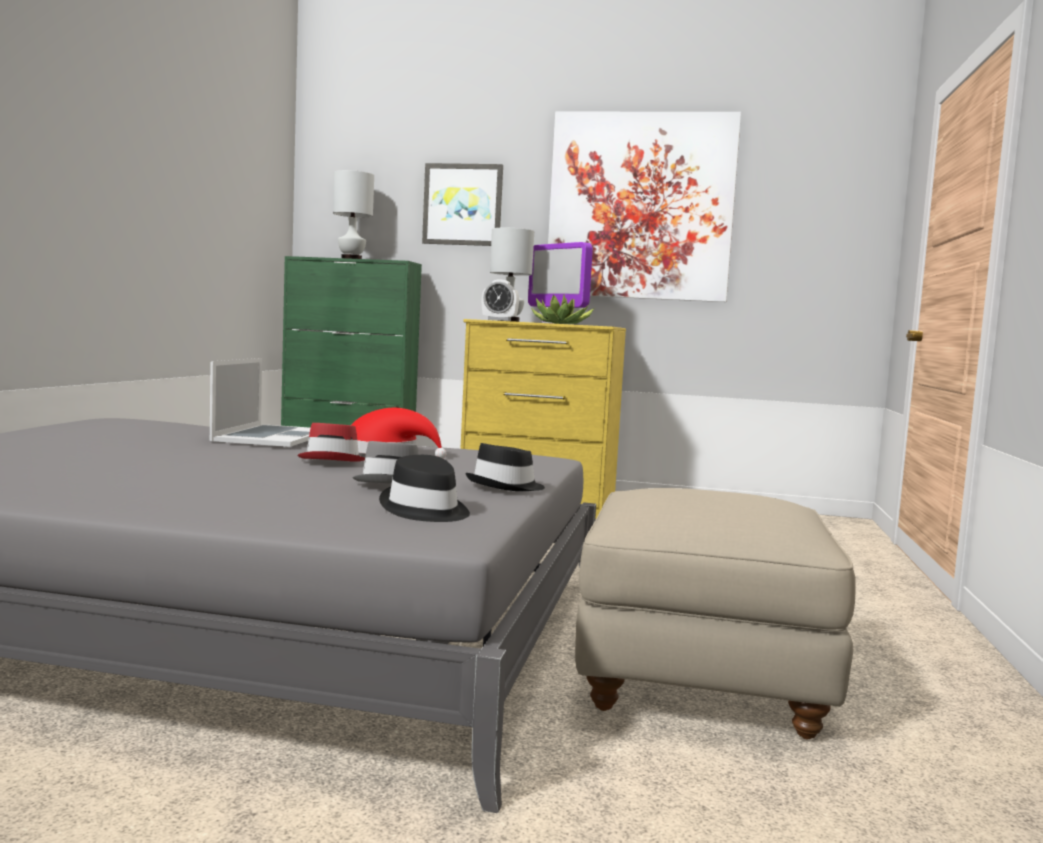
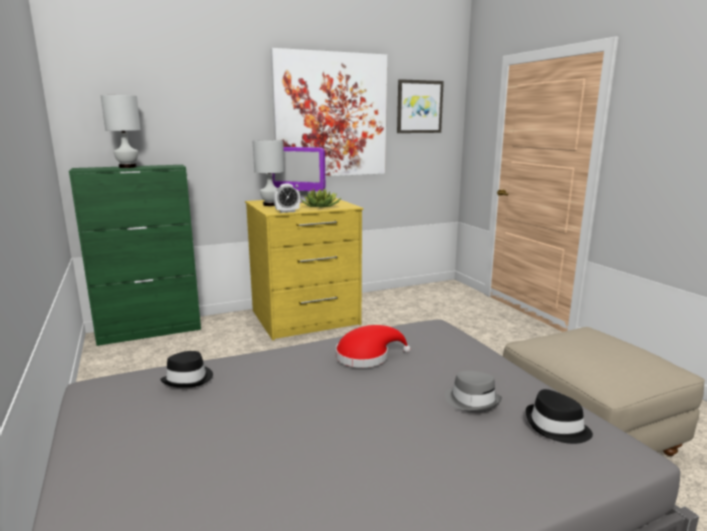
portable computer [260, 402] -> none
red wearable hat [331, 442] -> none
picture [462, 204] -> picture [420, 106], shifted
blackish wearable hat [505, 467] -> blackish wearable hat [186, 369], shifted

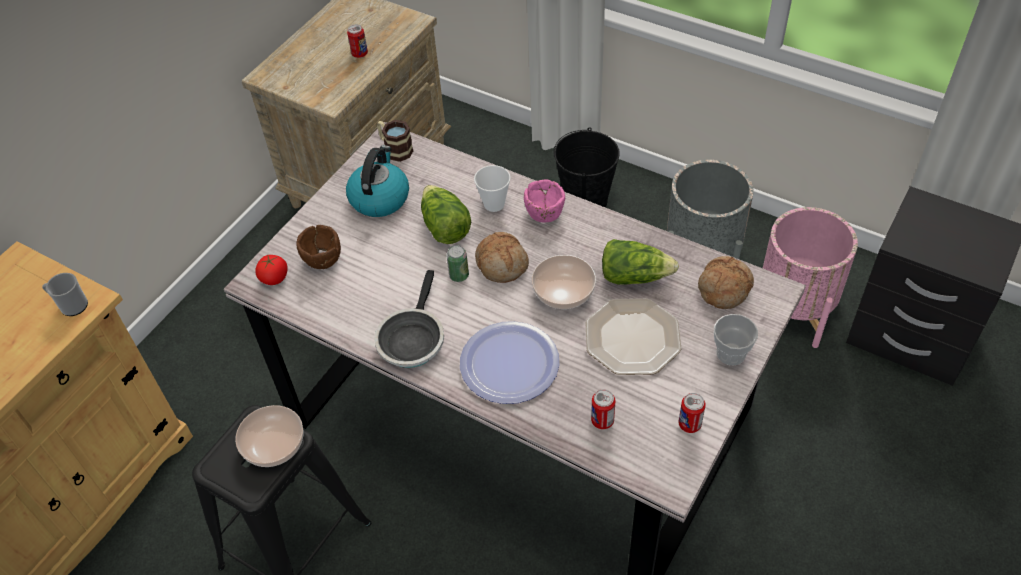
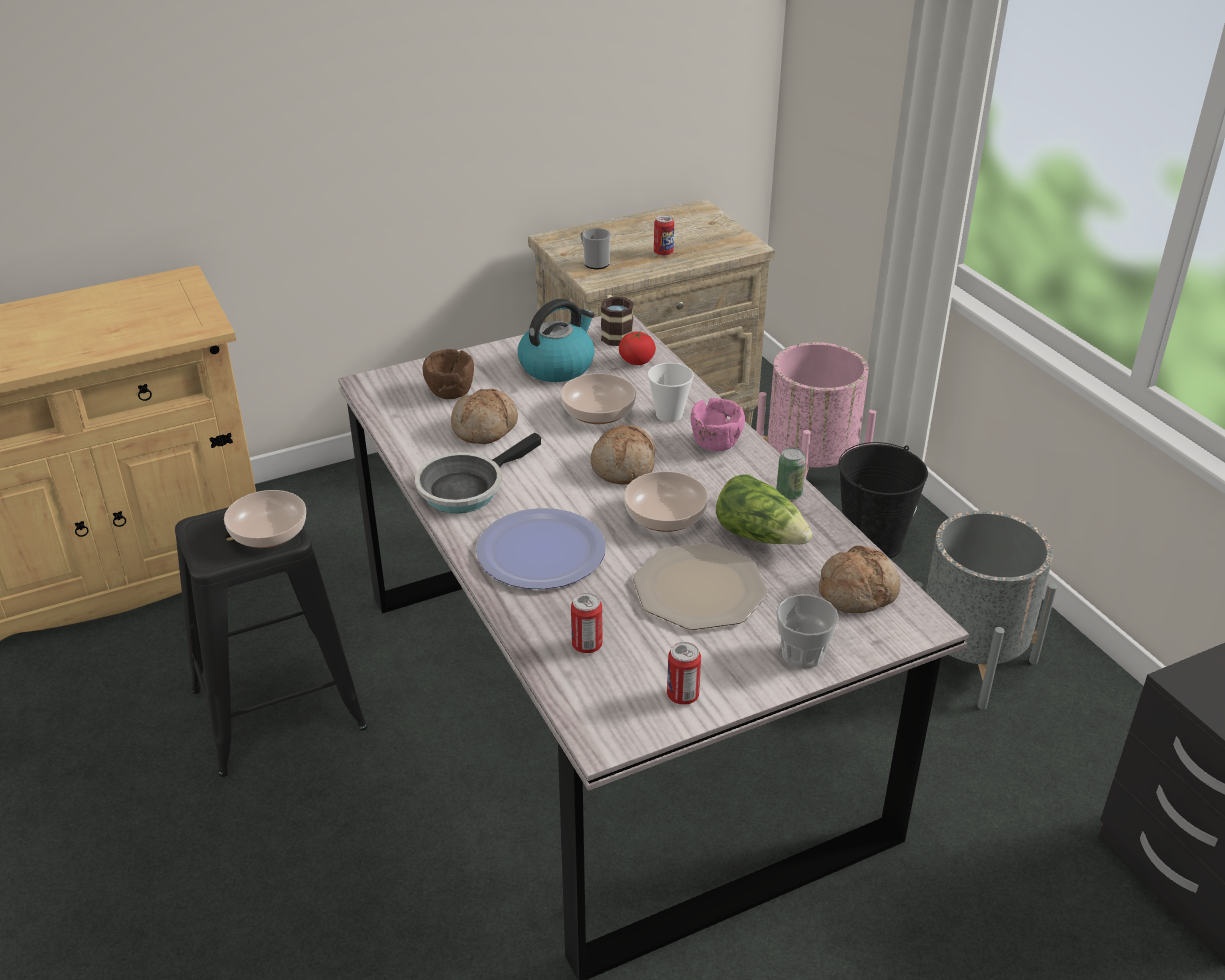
none -> baked bread [484, 417]
coffee mug [65, 294] -> coffee mug [595, 248], shifted
tomato [271, 270] -> tomato [637, 348], shifted
can [457, 263] -> can [791, 473], shifted
pink-coloured flower pot [810, 277] -> pink-coloured flower pot [816, 410], shifted
head of lettuce [446, 214] -> serving bowl [598, 398]

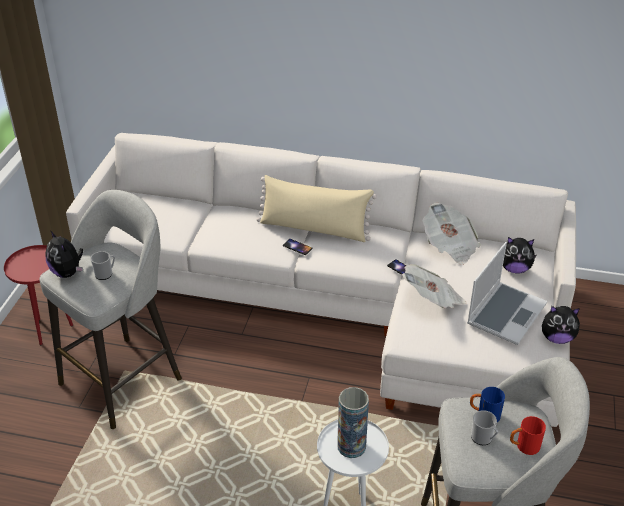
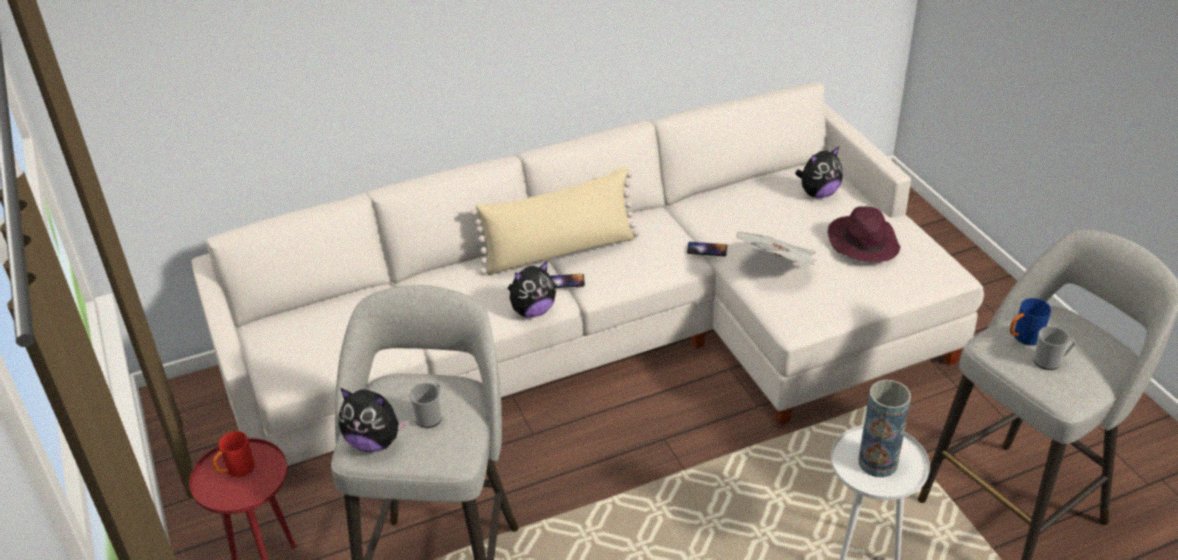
daily paper [452, 233] -> none
red coffee mug [528, 435] -> red coffee mug [233, 454], shifted
plush toy [561, 325] -> plush toy [532, 289], shifted
portable computer [507, 293] -> purple wearable hat [864, 235]

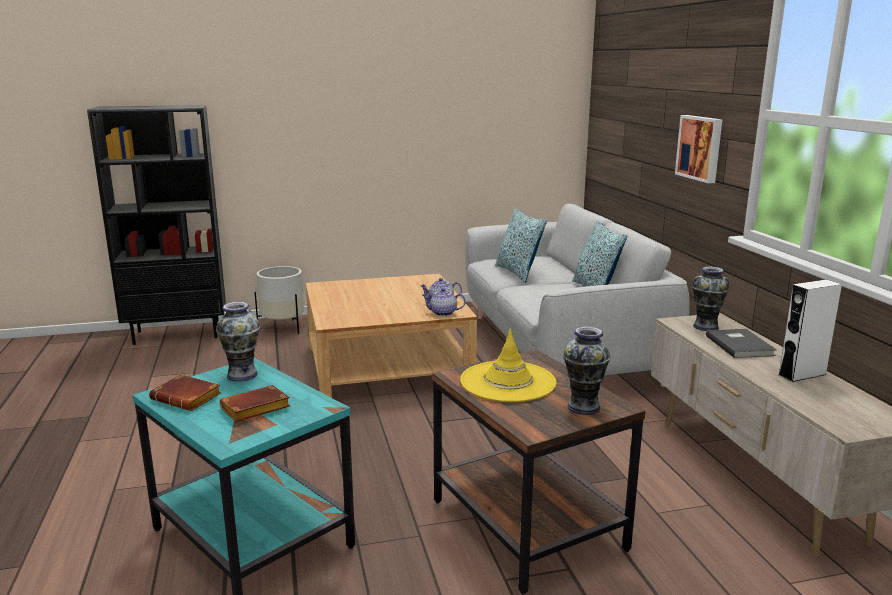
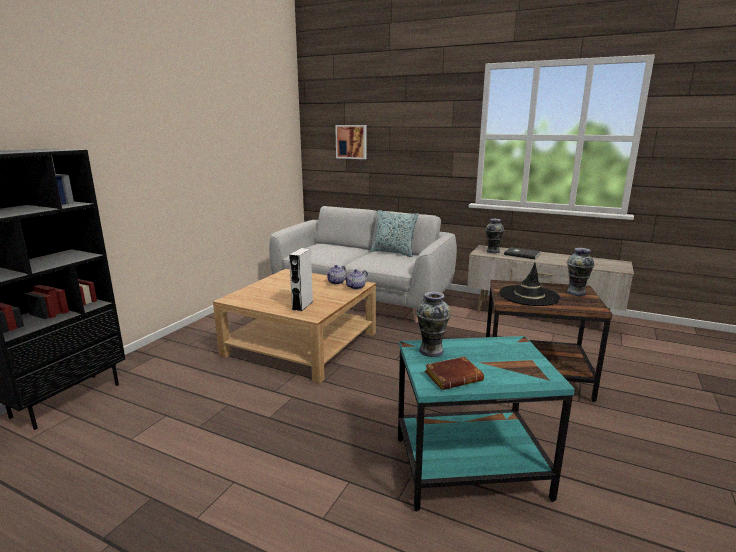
brownish book [255, 403] -> none
white-coloured flower pot [279, 300] -> none
pillow [521, 245] -> none
picture [698, 149] -> picture [351, 142], shifted
white-coloured loudspeaker [810, 330] -> white-coloured loudspeaker [301, 279], shifted
yellow wearable hat [508, 365] -> blackish wearable hat [529, 284]

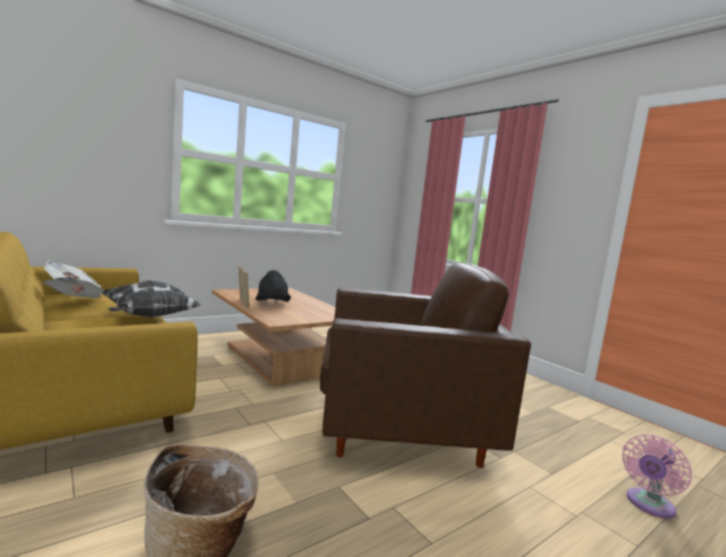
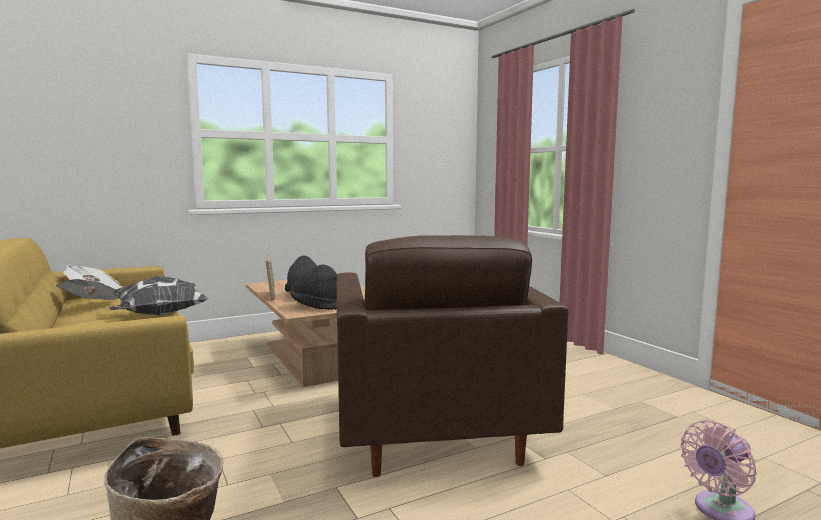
none -> blackish wearable hat [313, 287]
brownish lounge chair [425, 365] -> brownish lounge chair [452, 356], 75 degrees clockwise

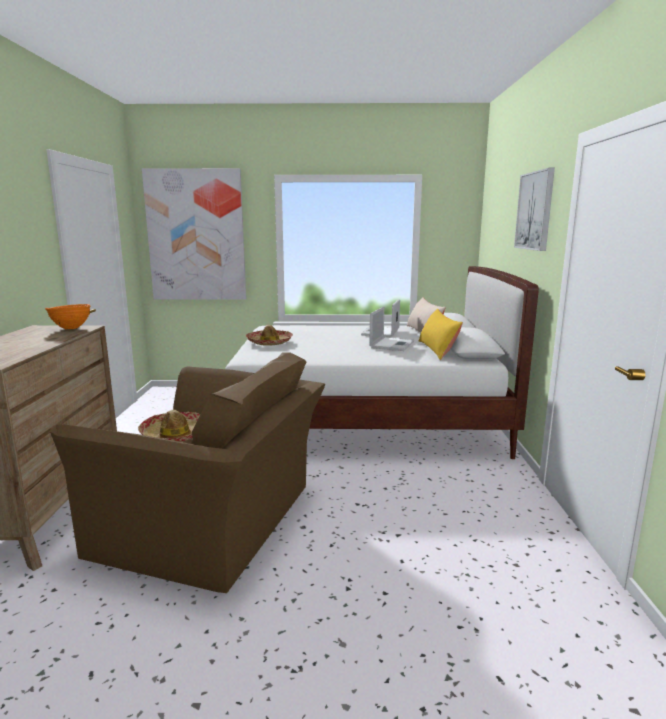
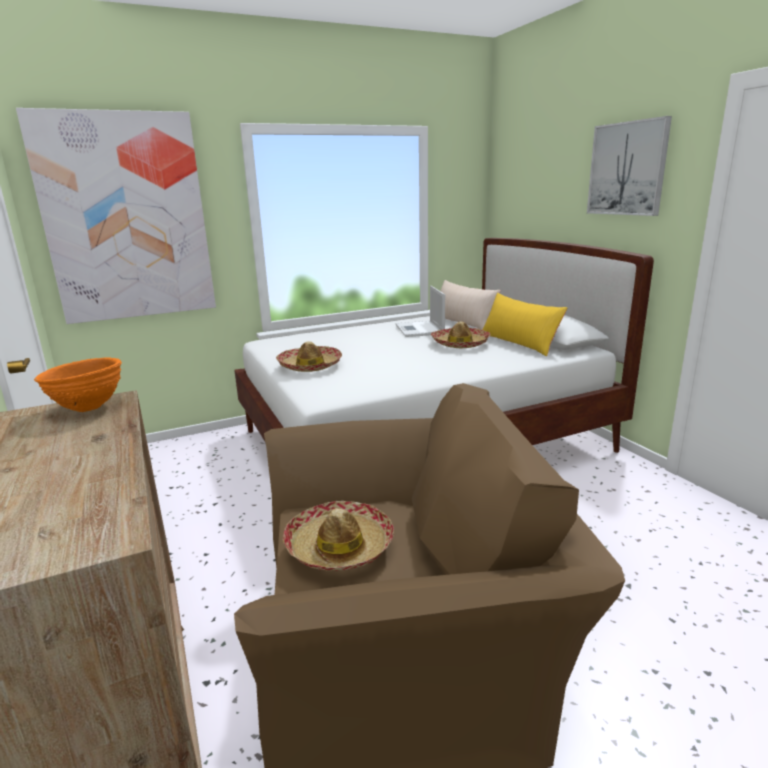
portable computer [391, 329] -> wearable hat [461, 335]

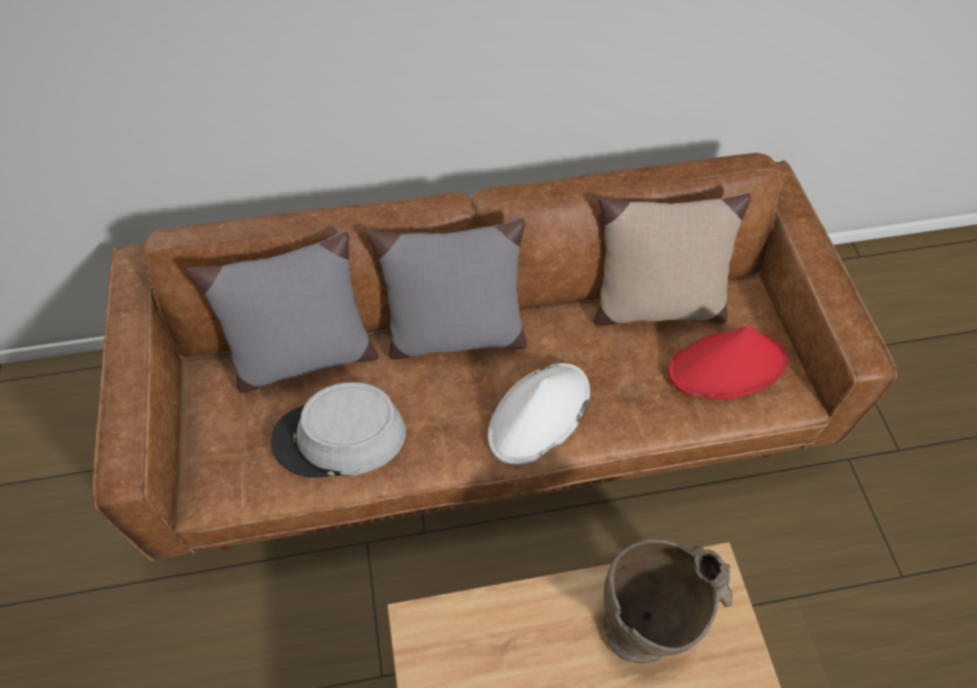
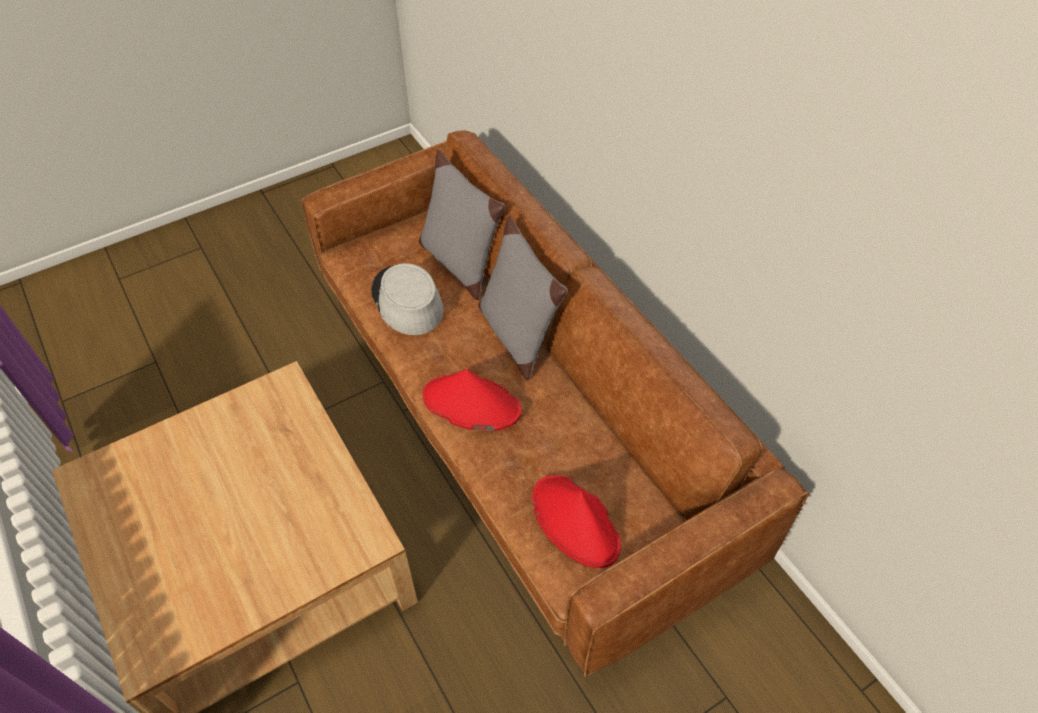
sand-coloured pillow [672, 259] -> none
sand-coloured decorative vase [668, 601] -> none
white-coloured wearable hat [539, 414] -> red wearable hat [472, 400]

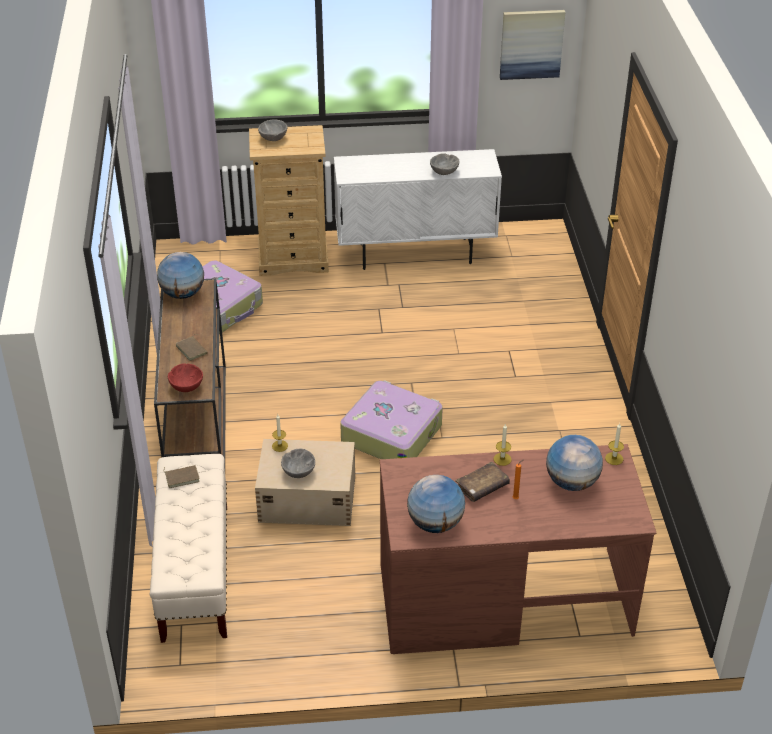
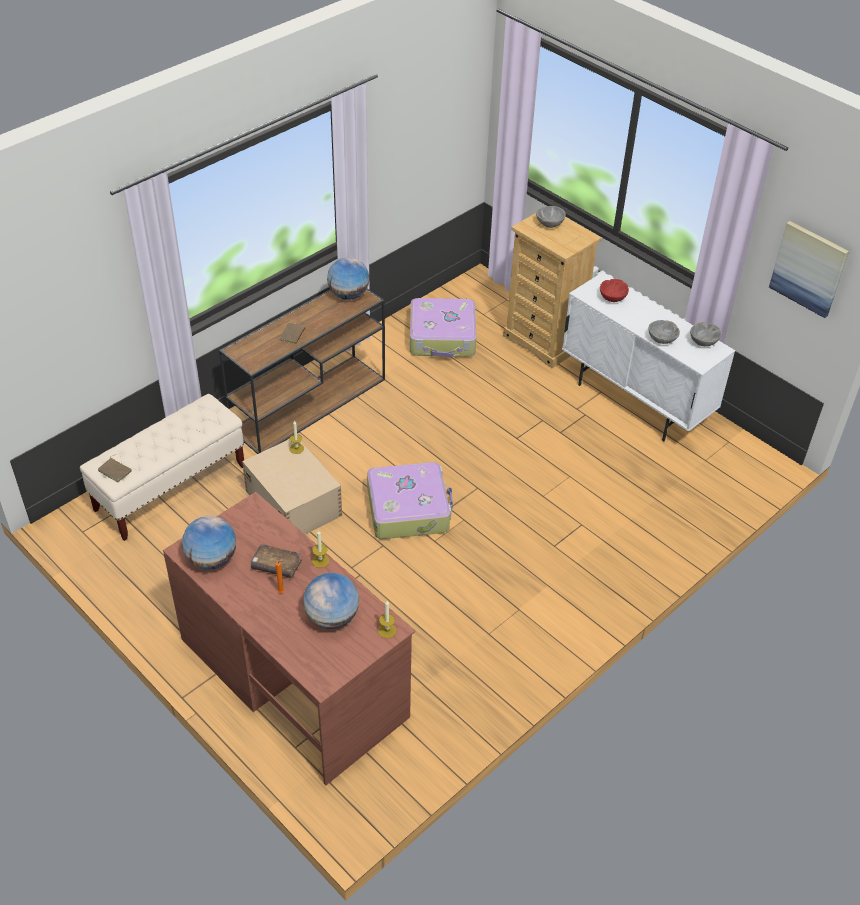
brownish book [182, 476] -> brownish book [115, 468], shifted
red serving bowl [185, 377] -> red serving bowl [614, 290], shifted
gray serving bowl [298, 463] -> gray serving bowl [705, 334], shifted

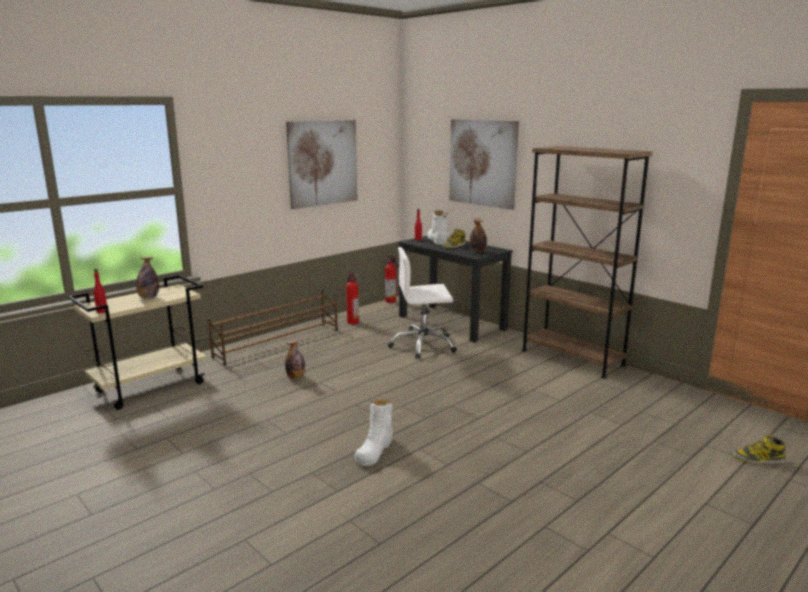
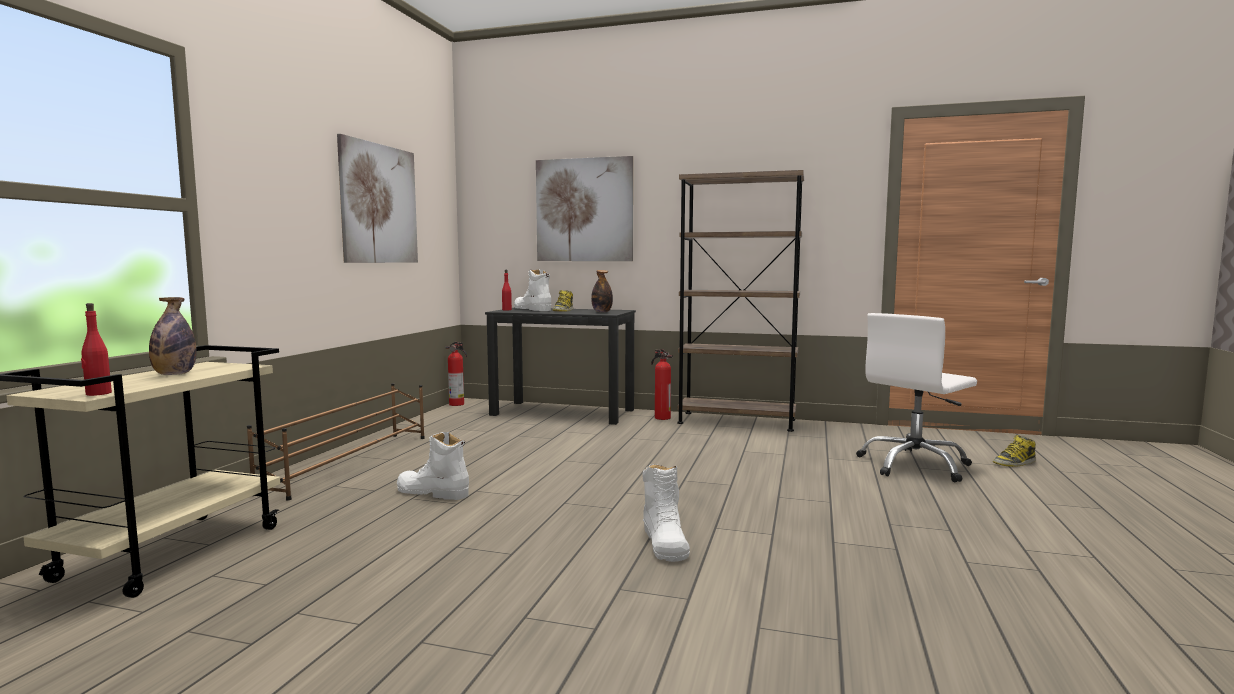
fire extinguisher [352, 298] -> fire extinguisher [662, 384], shifted
white-coloured office chair [422, 303] -> white-coloured office chair [916, 397], shifted
drink bottle [295, 359] -> white-coloured boot [433, 466]

